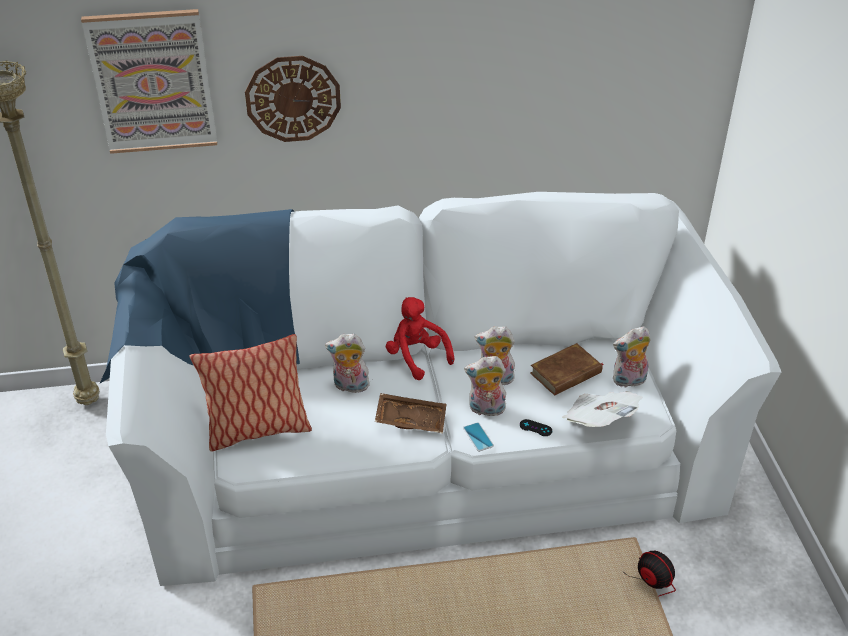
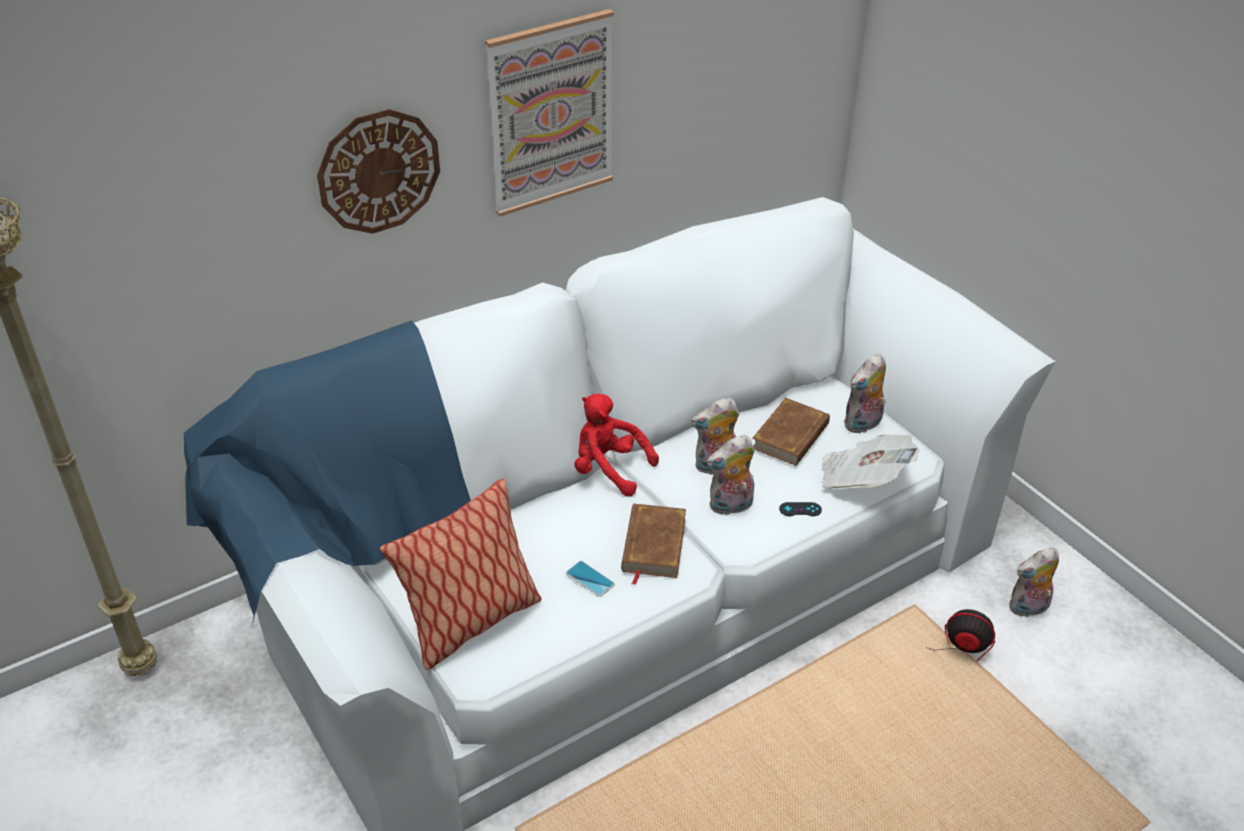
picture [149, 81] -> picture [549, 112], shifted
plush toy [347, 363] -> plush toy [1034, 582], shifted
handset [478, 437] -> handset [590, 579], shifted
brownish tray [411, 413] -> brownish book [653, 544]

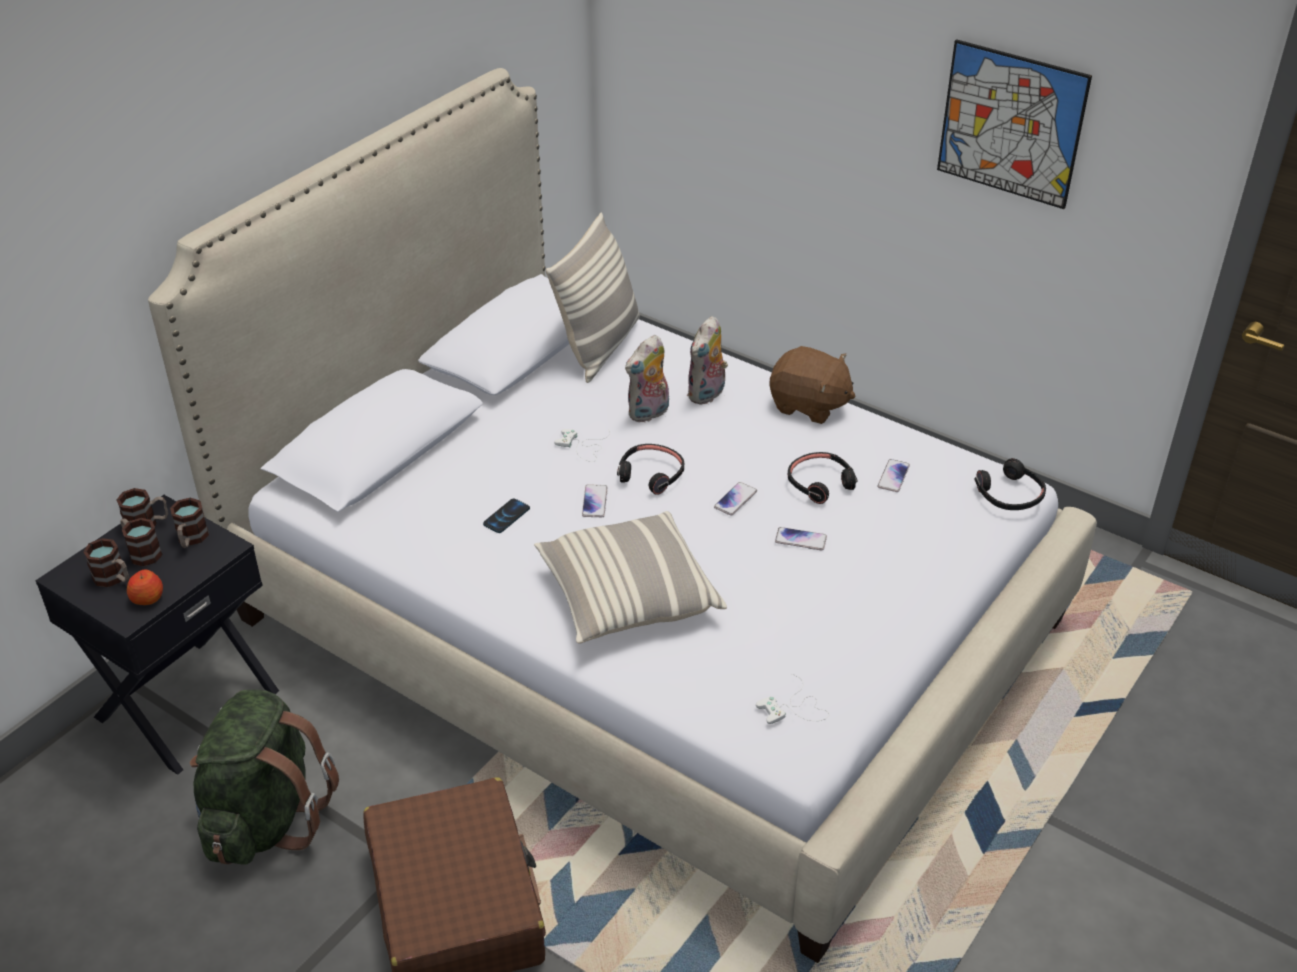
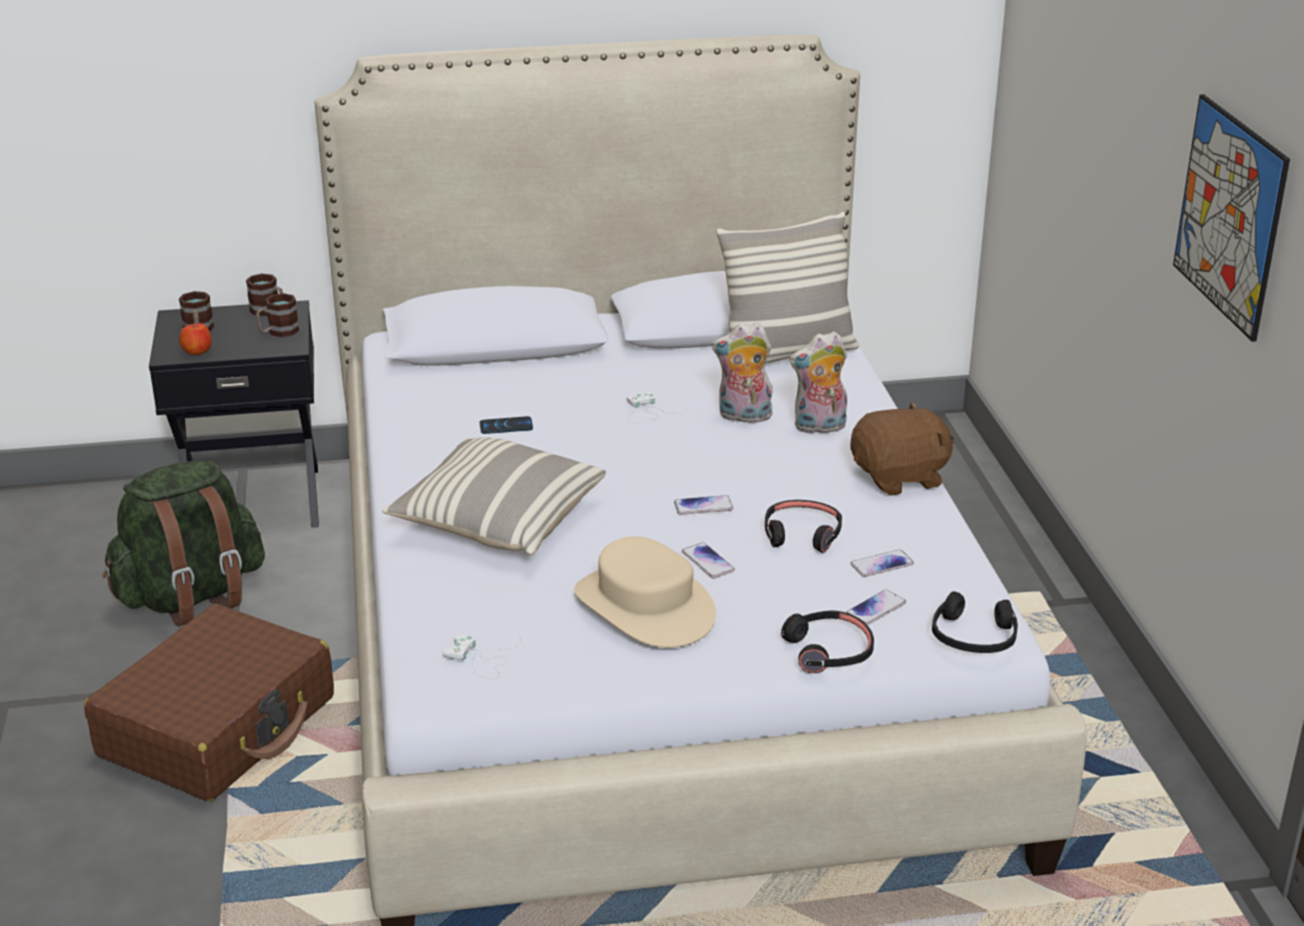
coffee mug [141, 542] -> none
none -> sand-coloured wearable hat [645, 592]
handset [595, 500] -> handset [876, 607], shifted
blackish pair of headphones [650, 469] -> blackish pair of headphones [827, 641], shifted
brownish plush toy [812, 385] -> brownish plush toy [902, 449], 90 degrees counterclockwise

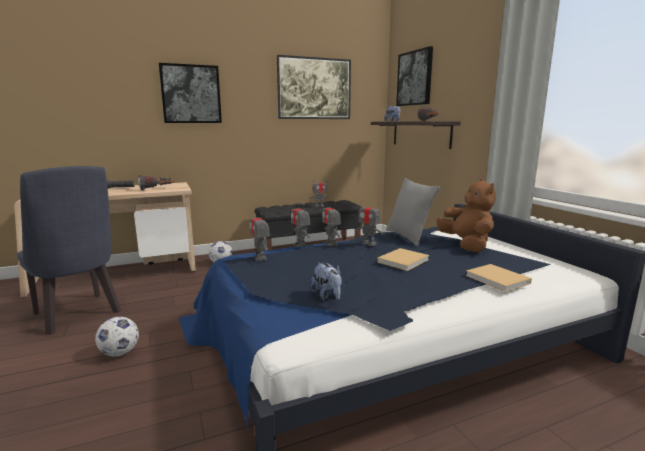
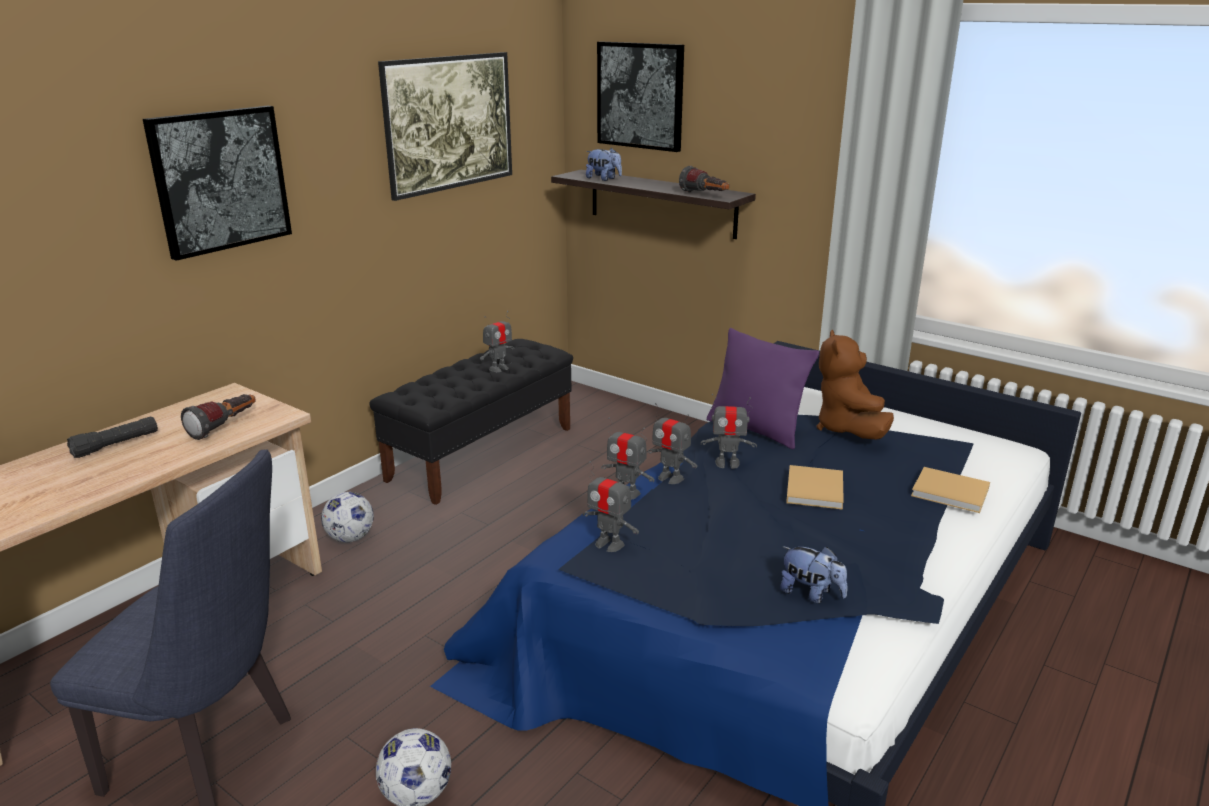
gray pillow [413, 212] -> purple pillow [763, 388]
brownish plush toy [466, 215] -> brownish plush toy [855, 384], 135 degrees counterclockwise

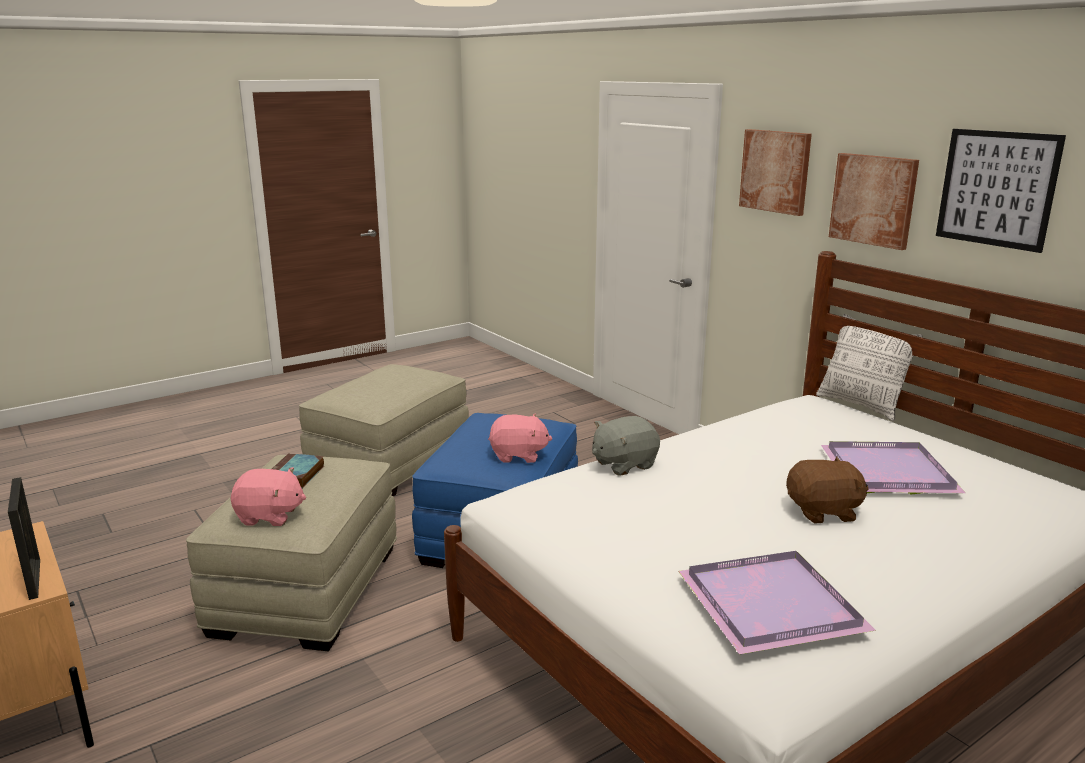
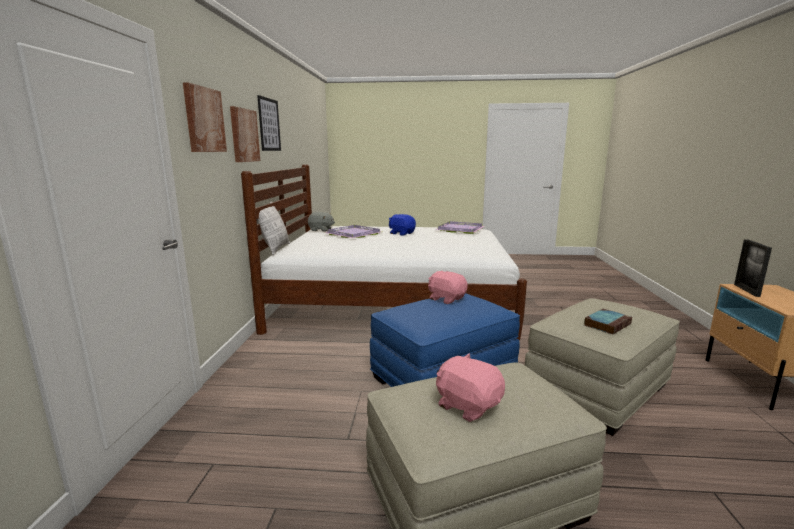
pink-coloured plush toy [268, 496] -> pink-coloured plush toy [470, 387], shifted
gray plush toy [626, 446] -> gray plush toy [321, 221], shifted
brownish plush toy [827, 490] -> blue plush toy [402, 225]

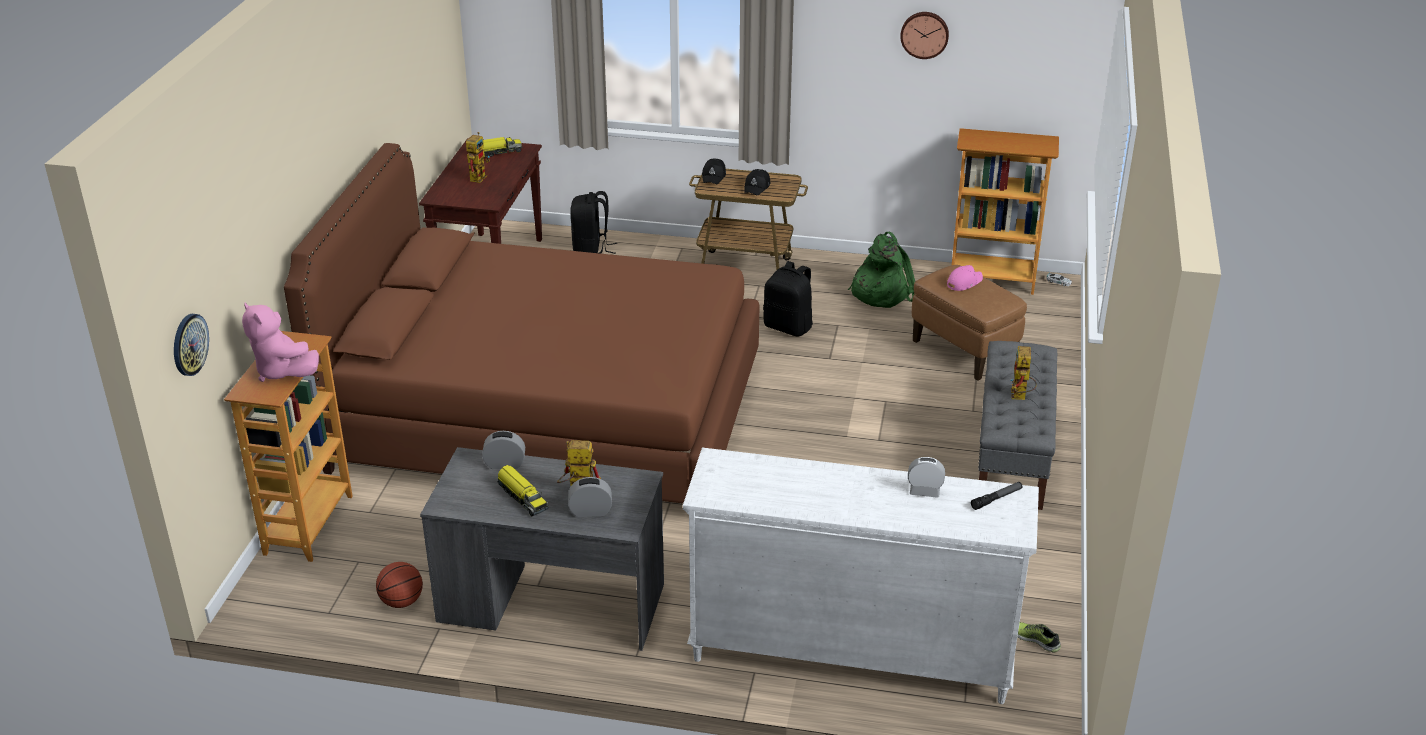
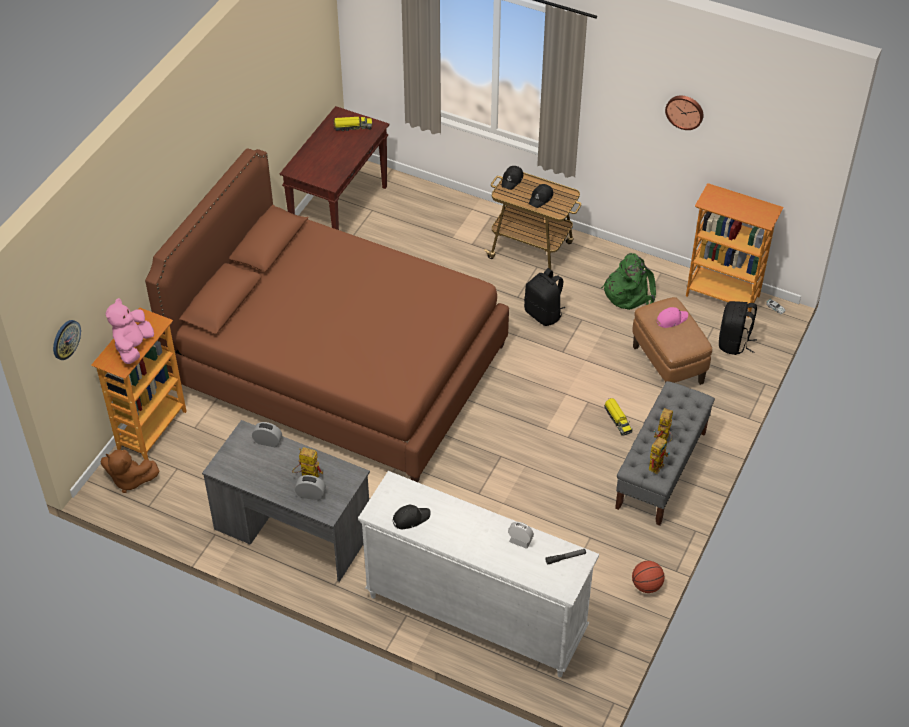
shoe [1039, 637] -> none
none -> brownish plush toy [130, 471]
none -> blackish peaked cap [412, 516]
basketball [399, 585] -> basketball [648, 577], shifted
model robot [478, 157] -> model robot [659, 455], shifted
model truck [523, 490] -> model truck [618, 416], shifted
blackish rucksack [593, 222] -> blackish rucksack [738, 328], shifted
pink-coloured plush toy [280, 342] -> pink-coloured plush toy [130, 331], 45 degrees clockwise

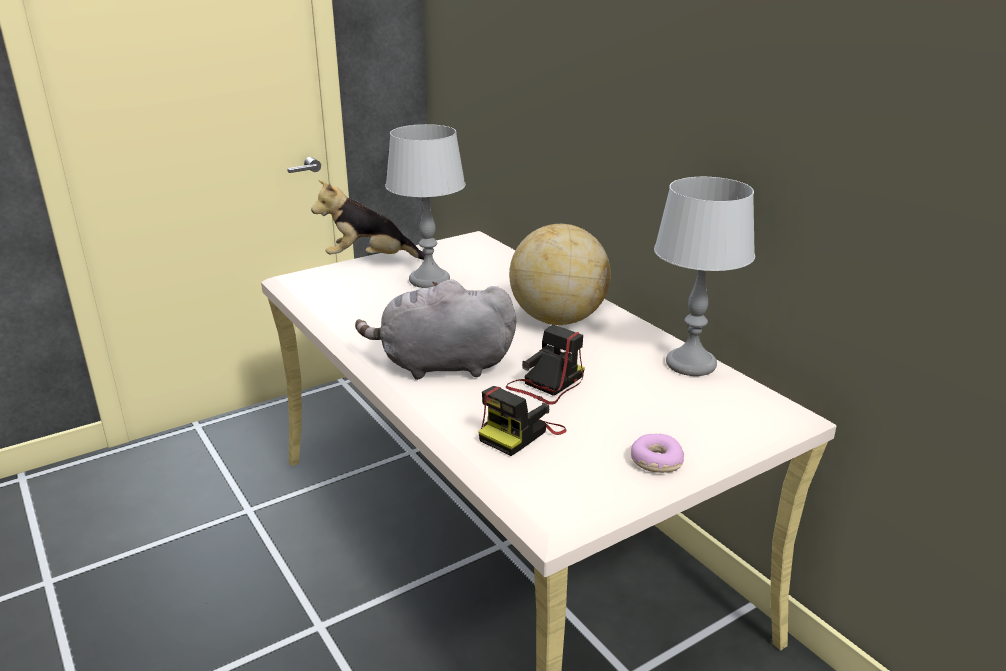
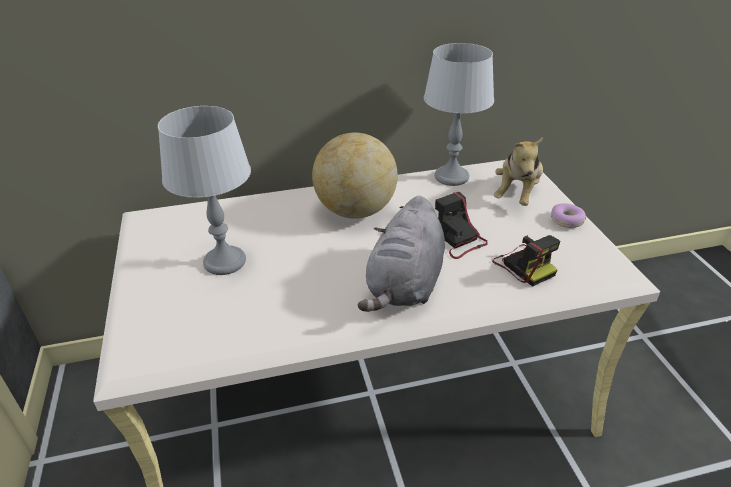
plush toy [368, 220] -> plush toy [518, 171], shifted

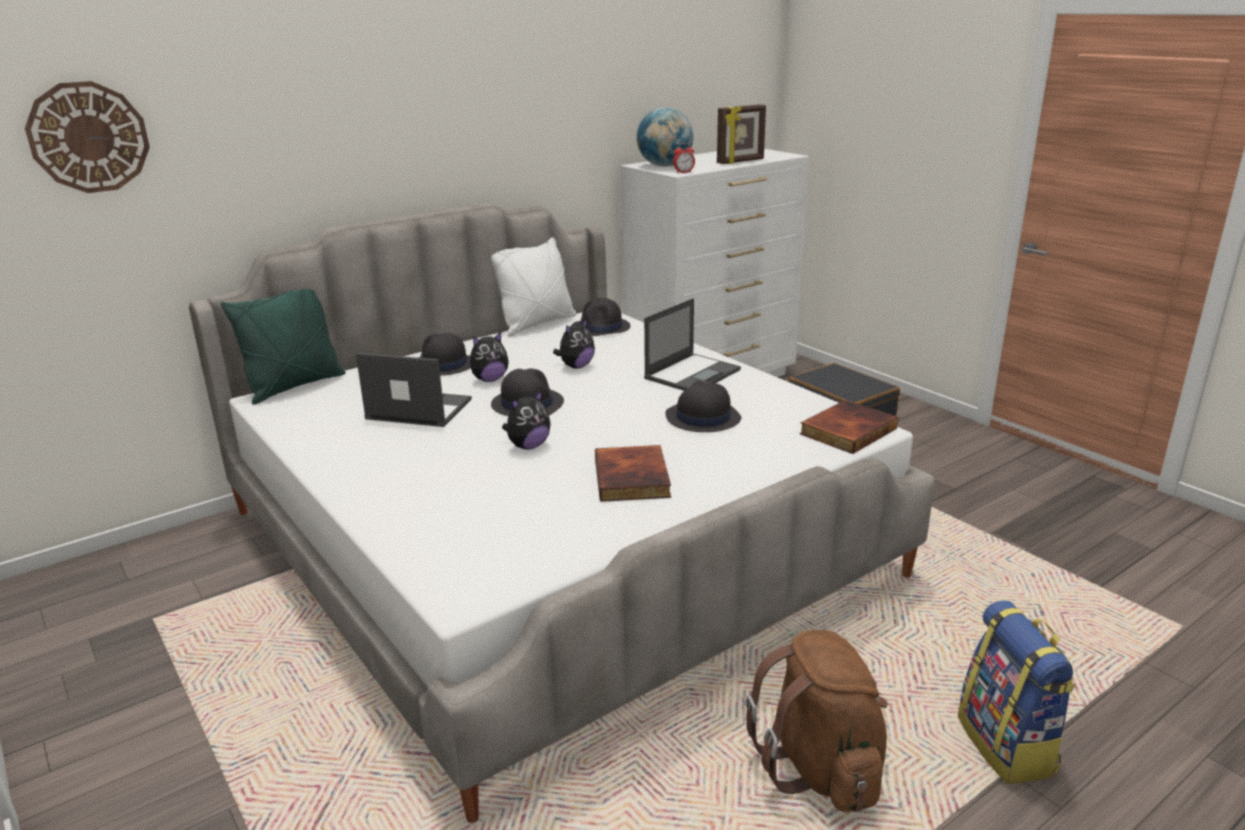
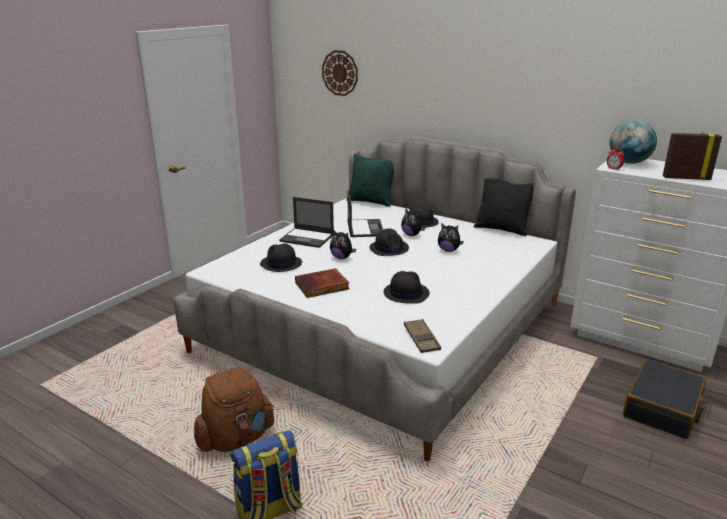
blackish wearable hat [601, 317] -> blackish wearable hat [281, 257], shifted
portable computer [692, 344] -> portable computer [306, 222], shifted
book [849, 427] -> brownish tray [422, 336]
white-coloured pillow [533, 287] -> blackish pillow [504, 207]
photo frame [741, 134] -> photo frame [692, 156], 150 degrees clockwise

